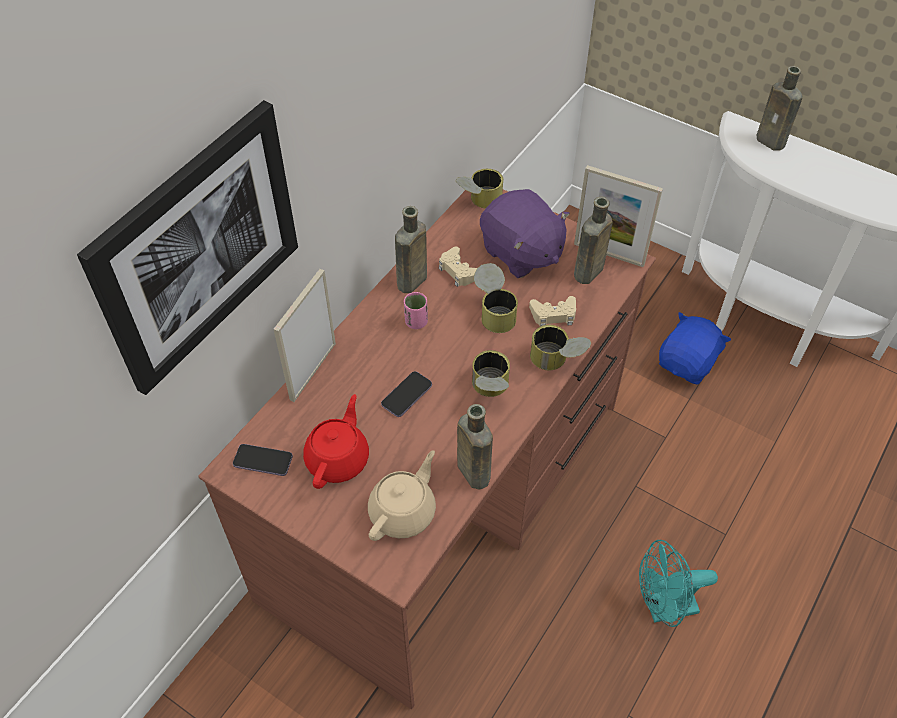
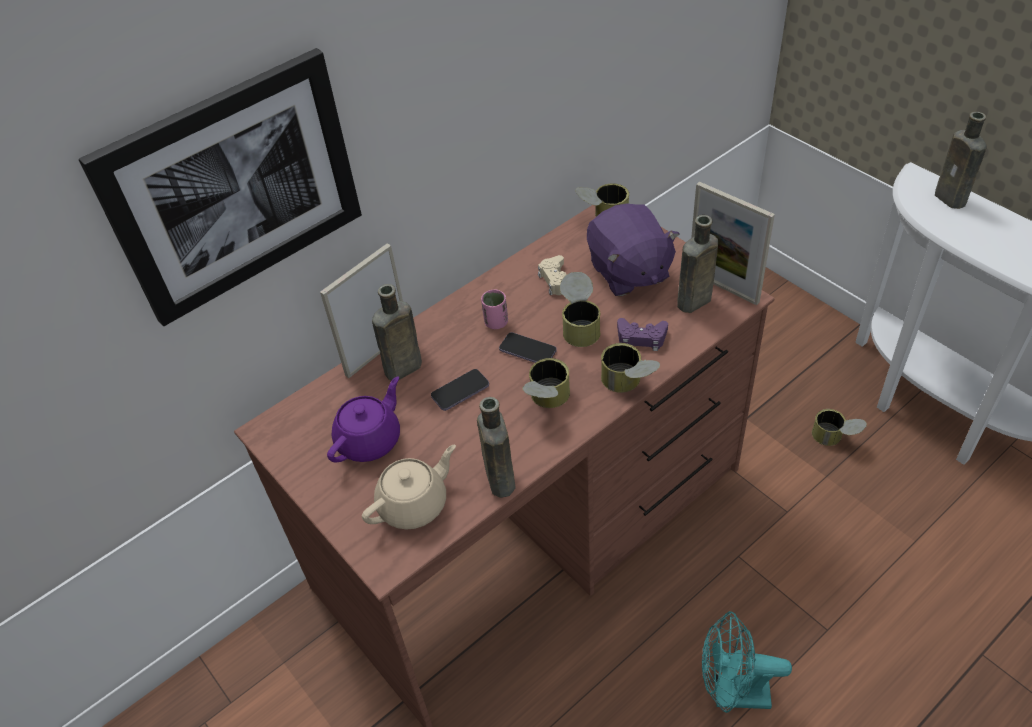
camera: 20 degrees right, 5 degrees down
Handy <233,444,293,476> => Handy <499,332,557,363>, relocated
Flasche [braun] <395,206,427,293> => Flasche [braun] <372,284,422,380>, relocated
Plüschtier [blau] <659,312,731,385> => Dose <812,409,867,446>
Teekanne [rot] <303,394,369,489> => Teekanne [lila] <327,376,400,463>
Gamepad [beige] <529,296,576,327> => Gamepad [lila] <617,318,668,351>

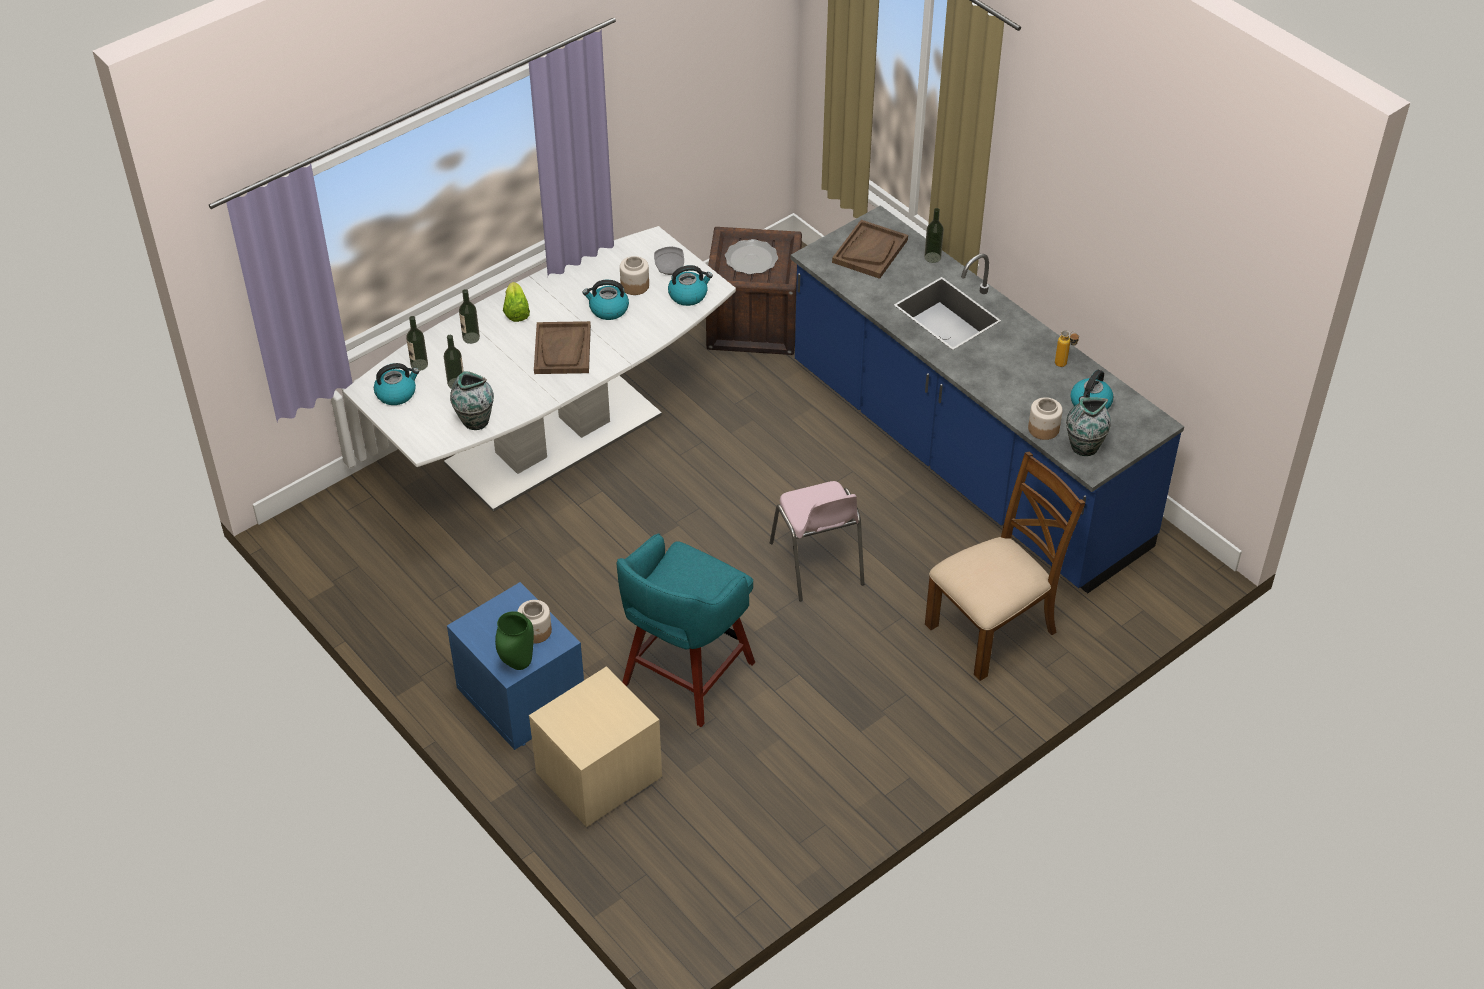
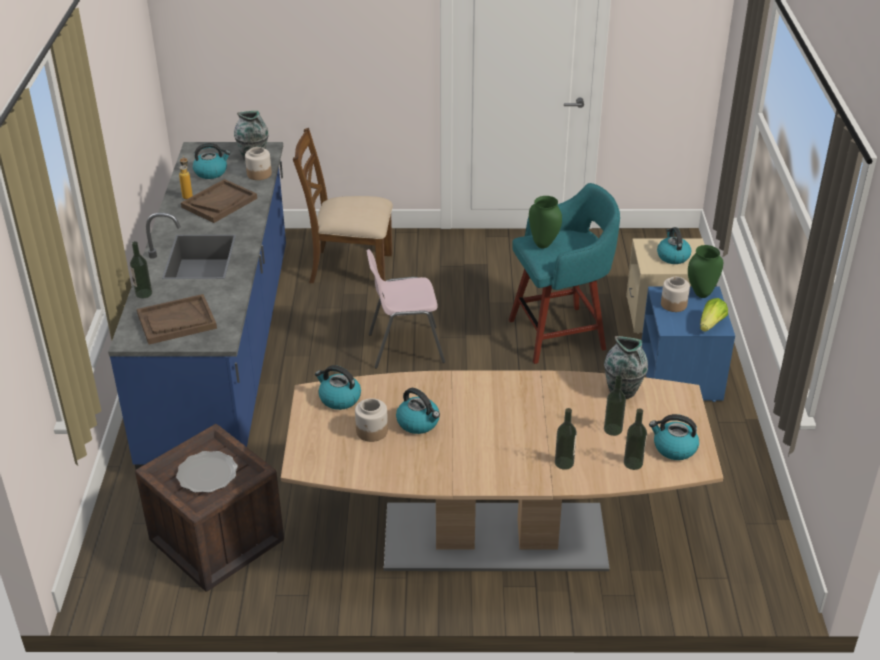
camera: 140 degrees left, 10 degrees down
Teller [grau] <654,247,684,275> => nothing
nothing => Vase [grün] <529,196,562,248>
nothing => Wasserkessel <657,227,691,264>
Salatkopf <503,282,530,322> => Salatkopf <700,298,728,332>, relocated
Tablett [braun] <534,321,591,374> => Tablett [braun] <181,179,257,223>, relocated
Esstisch [weiß] <343,226,736,512> => Esstisch [braun] <281,370,723,571>
Stuhl [rosa] <770,481,864,602> => Stuhl [rosa] <367,249,445,368>, 120 degrees counterclockwise

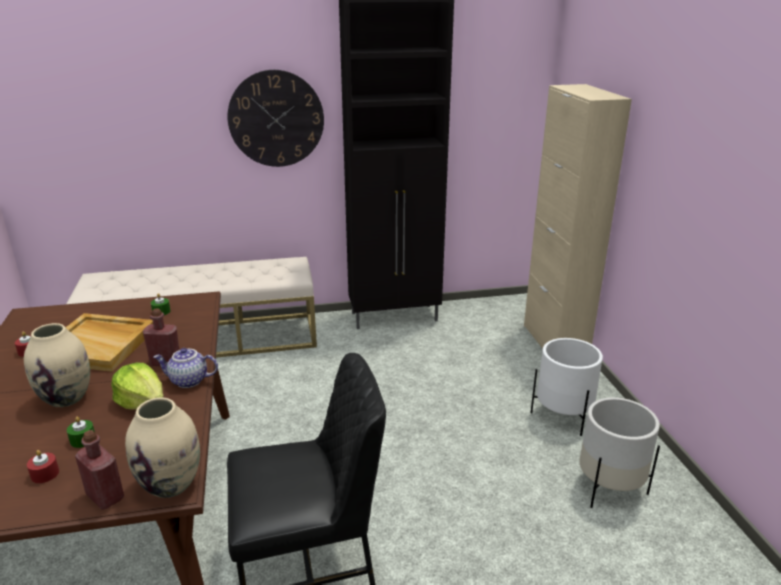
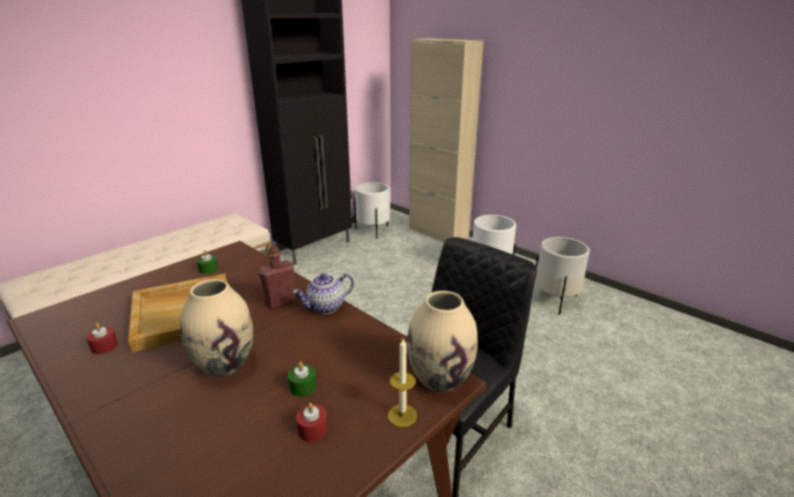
camera: 35 degrees left, 0 degrees up
Salatkopf <111,362,164,410> => nothing
Wanduhr <228,70,324,167> => nothing
nothing => Pflanzkübel [weiß] <354,183,390,239>
Flasche [rot] <75,430,124,509> => Kerze <388,339,417,427>

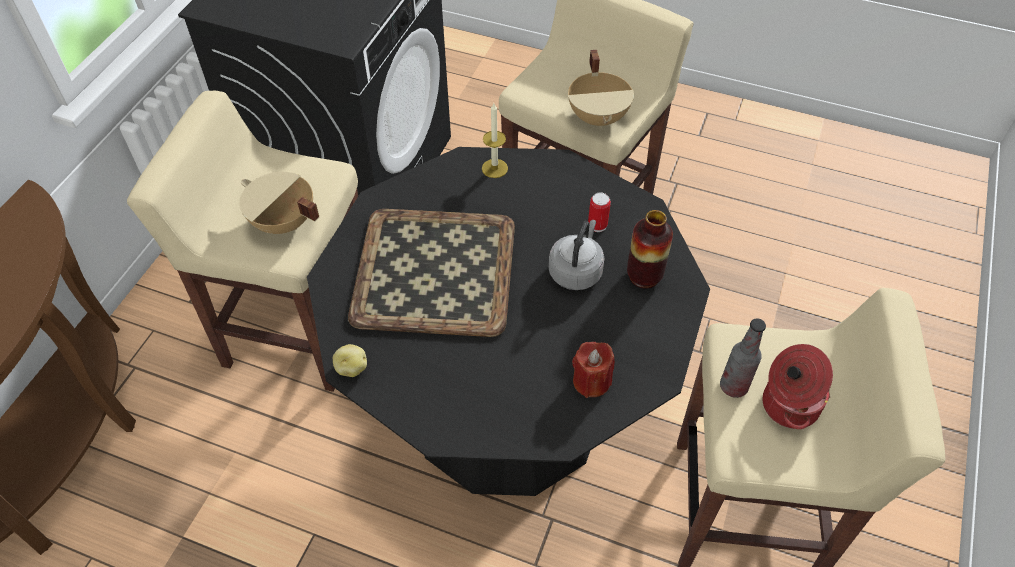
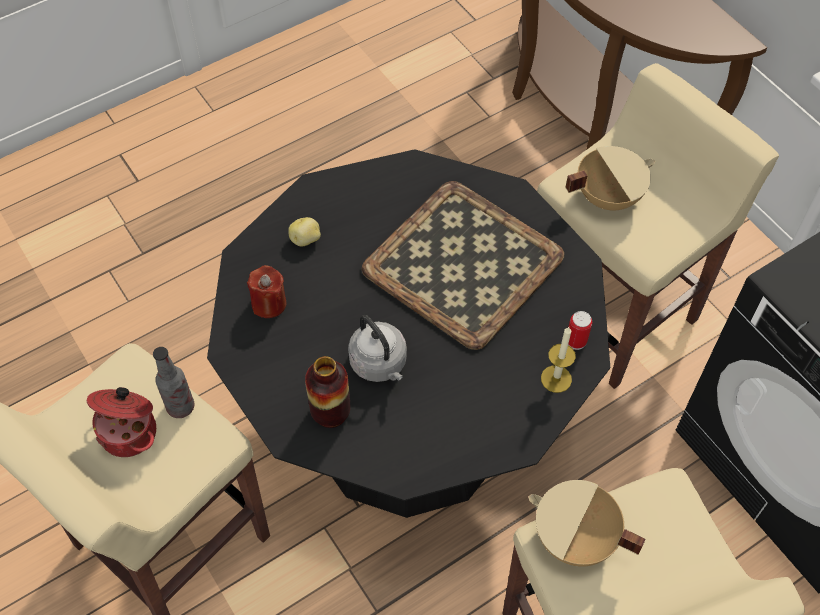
camera: 125 degrees right, 5 degrees up
Kartoffel <333,344,367,377> => Kartoffel <288,217,321,246>, relocated
Dose <588,192,611,232> => Dose <568,311,592,350>, relocated

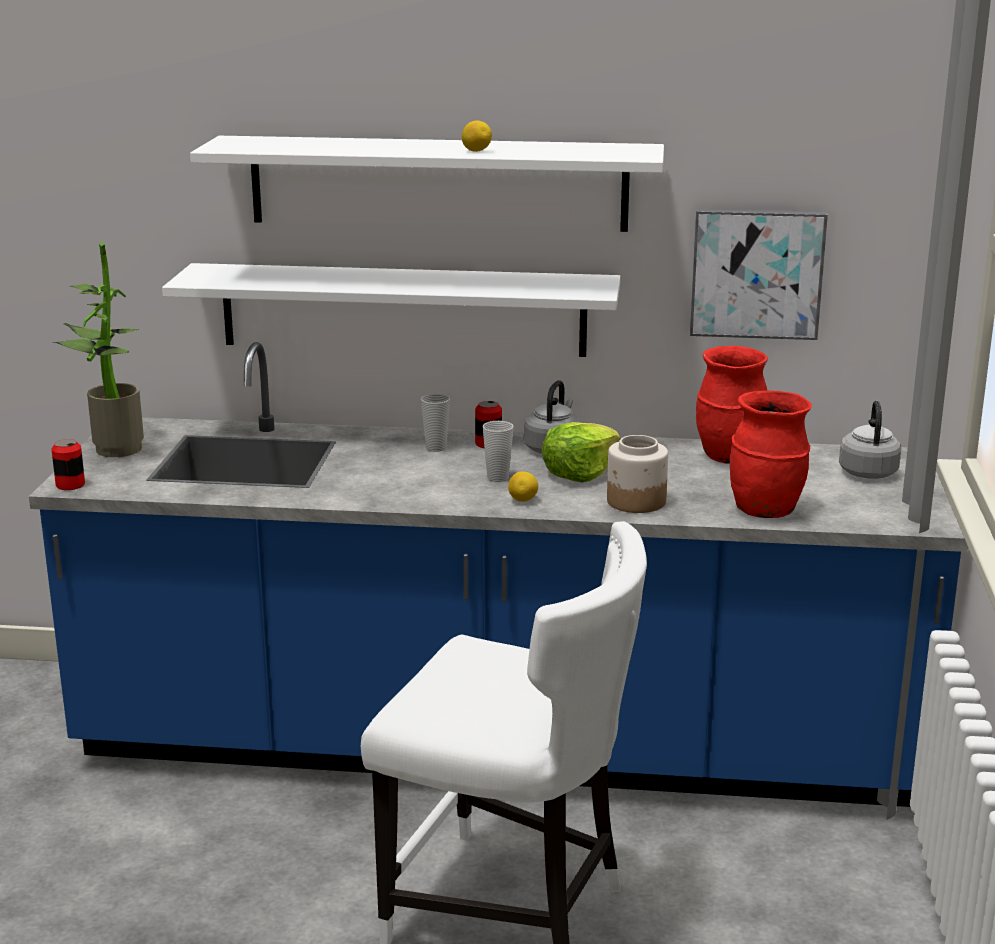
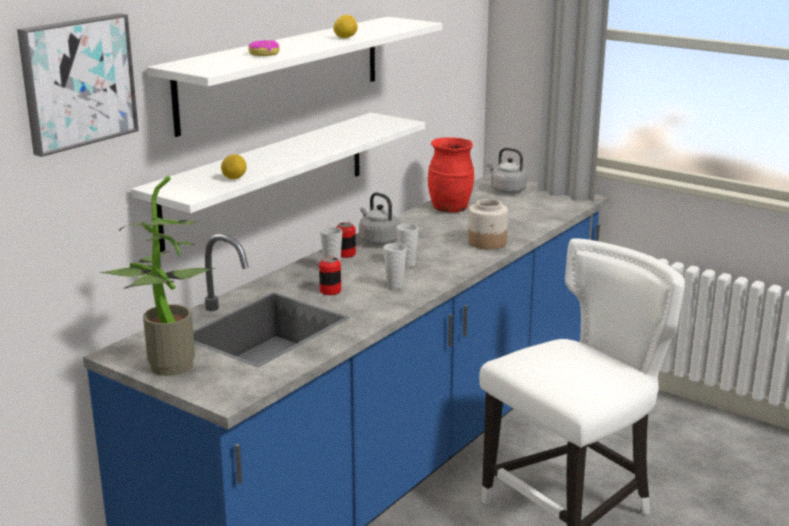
camera: 60 degrees left, 0 degrees up
Salatkopf <542,422,620,482> => nothing
Vase [rot] <730,390,812,518> => nothing
nothing => Donut <248,40,279,56>
nothing => Tasse <384,243,407,289>
Dose <51,439,85,490> => Dose <319,257,341,295>, relocated
Zitrone <508,471,538,502> => Zitrone <221,154,246,179>, relocated
Bild <690,209,828,340> => Bild <17,13,139,157>, relocated

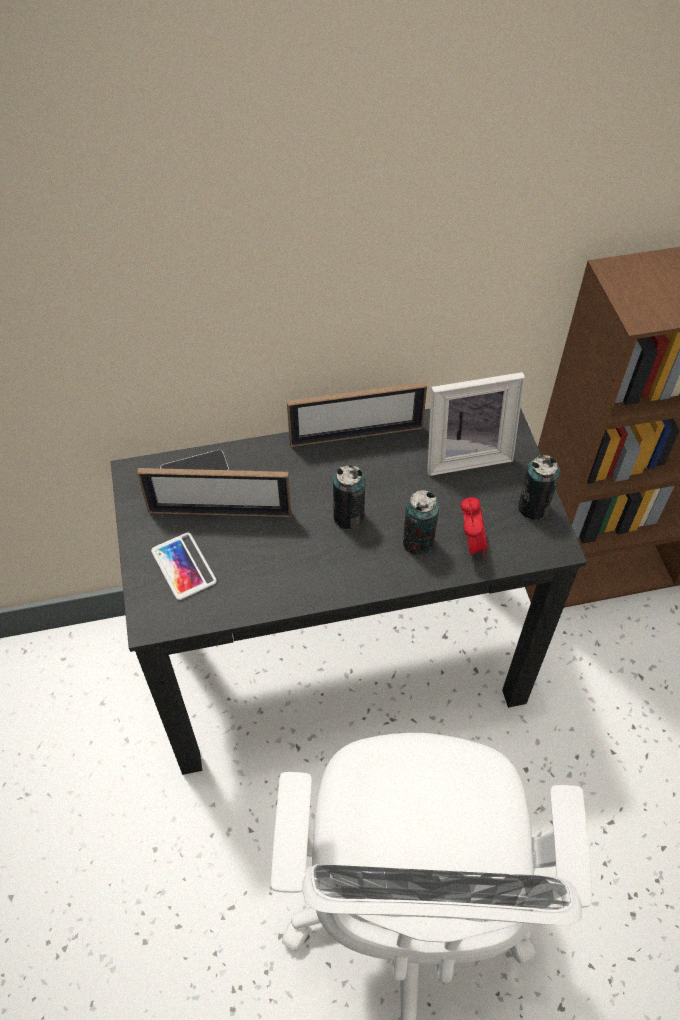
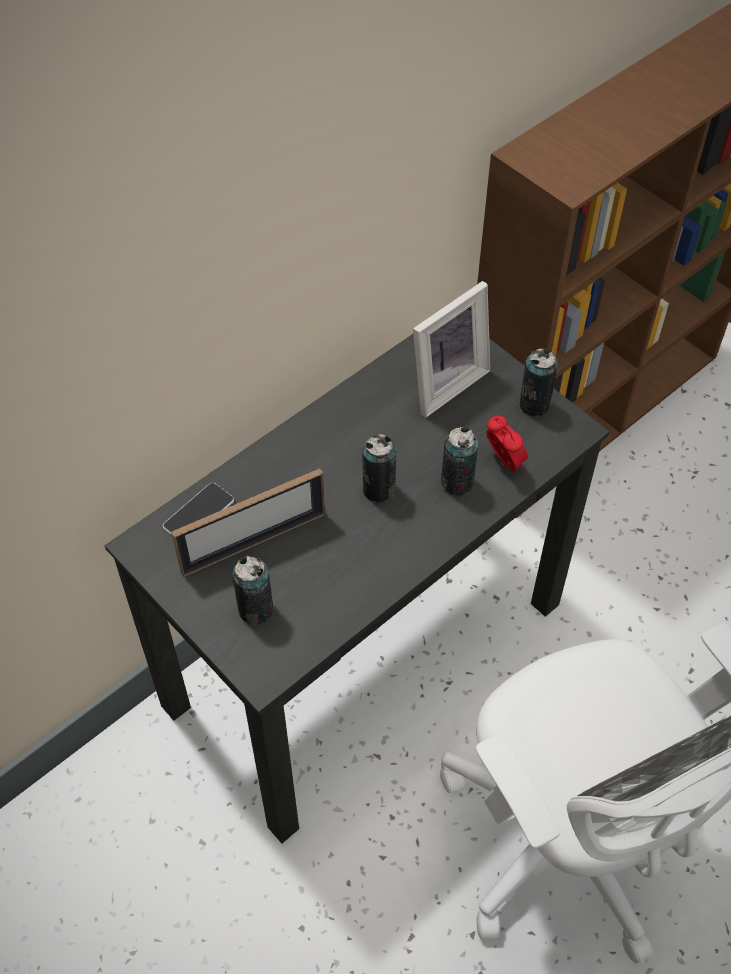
camera: 30 degrees left, 0 degrees up
Bilderrahmen <287,382,427,447> => nothing
Handy <151,533,217,600> => Dose <232,556,274,625>

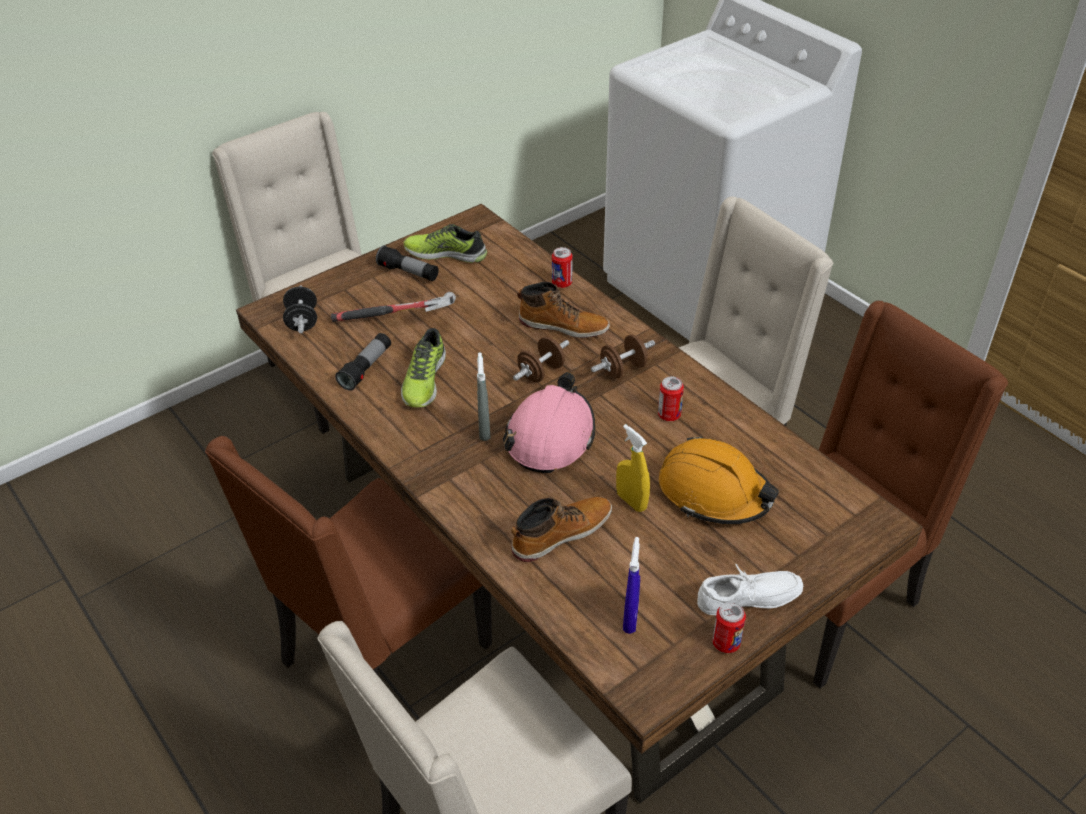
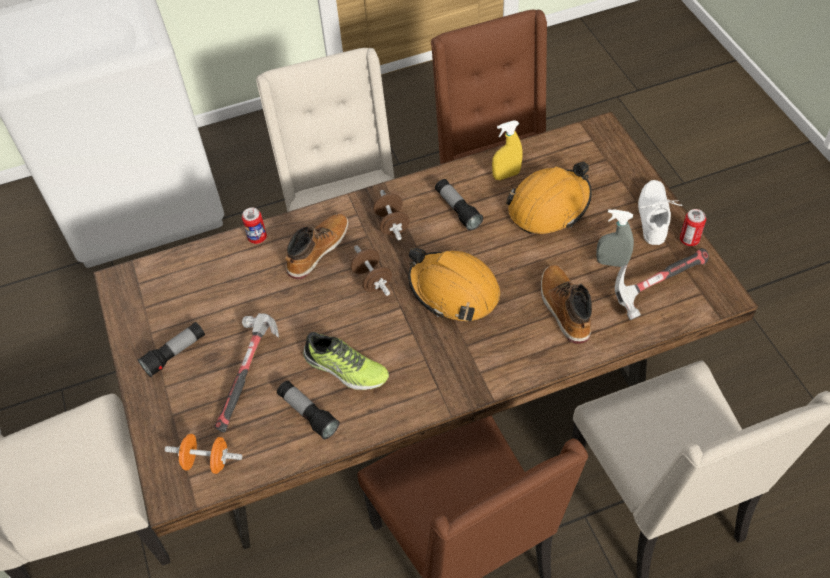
camera: 70 degrees left, 10 degrees up
Schuh <404,224,487,263> => nothing
Sprühflasche [grau] <477,352,490,441> => Sprühflasche [grau] <596,209,634,267>, relocated
Sprühflasche [gelb] <616,424,650,512> => Sprühflasche [gelb] <492,120,522,180>, relocated
Sprühflasche [blau] <623,537,640,634> => Hammer <615,248,709,320>
Dose <658,376,684,421> => Taschenlampe <435,179,483,230>
Hantel [schwarz] <283,285,317,333> => Hantel [orange] <165,434,242,474>
Schutzhelm [rosa] <503,372,596,473> => Schutzhelm [orange] <408,248,500,321>

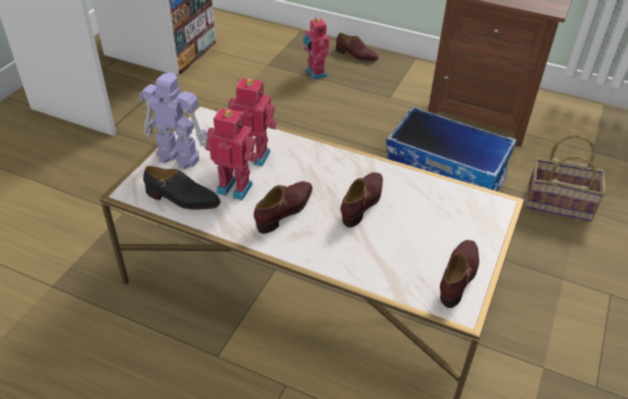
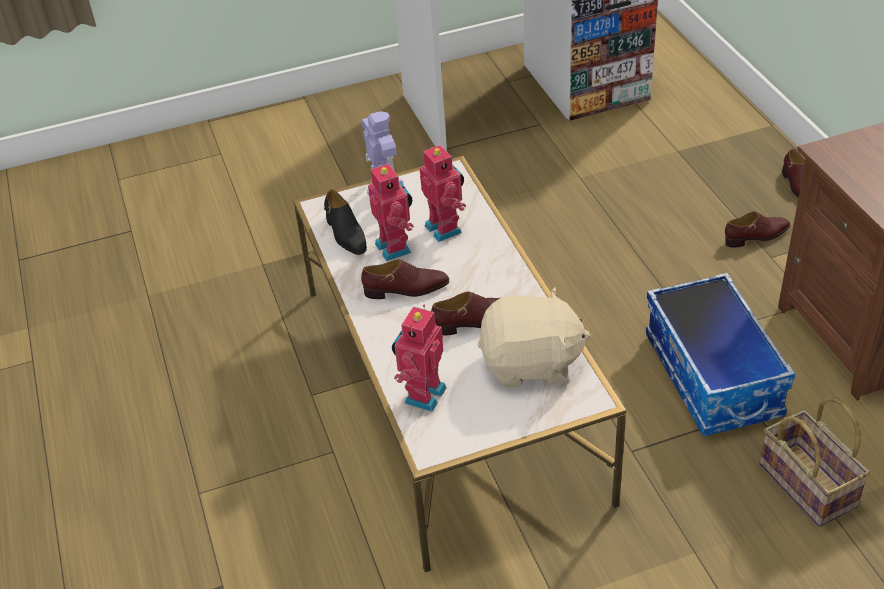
camera: 50 degrees right, 0 degrees up
nothing => Plüschtier [beige] <478,287,591,387>
Spielzeugroboter <303,16,329,79> => Spielzeugroboter <392,305,447,412>, relocated
Schuh [braun] <440,240,479,308> => Schuh [braun] <725,212,790,248>, relocated

